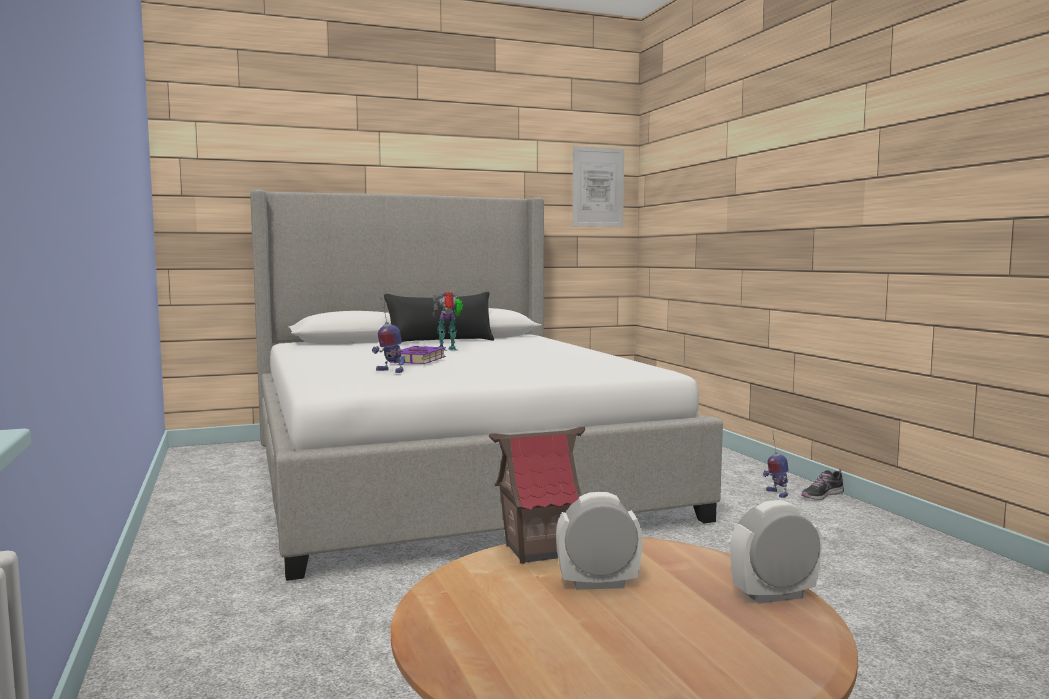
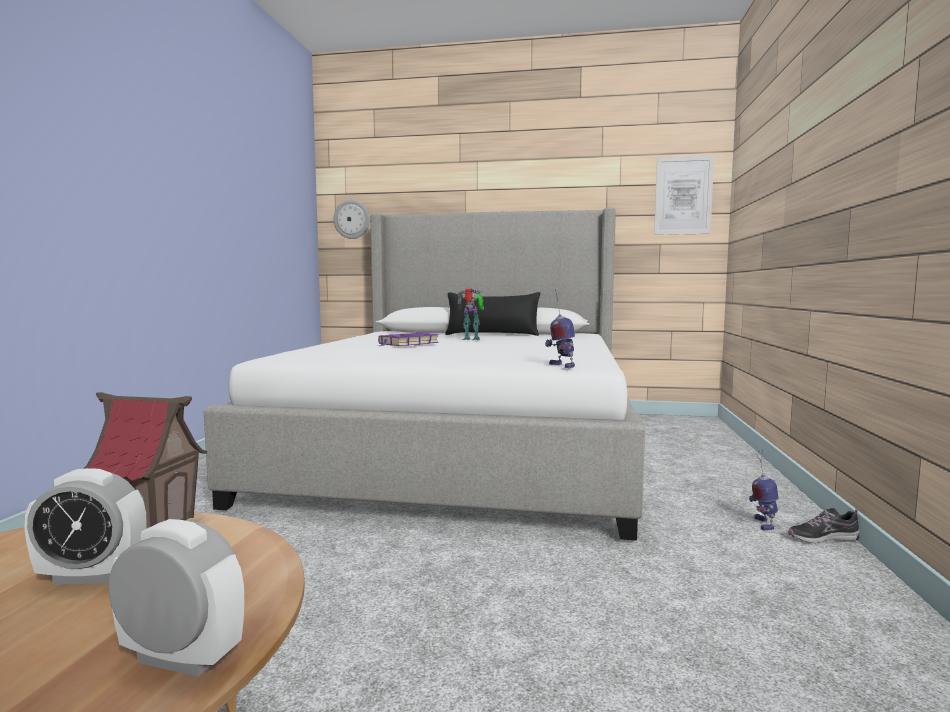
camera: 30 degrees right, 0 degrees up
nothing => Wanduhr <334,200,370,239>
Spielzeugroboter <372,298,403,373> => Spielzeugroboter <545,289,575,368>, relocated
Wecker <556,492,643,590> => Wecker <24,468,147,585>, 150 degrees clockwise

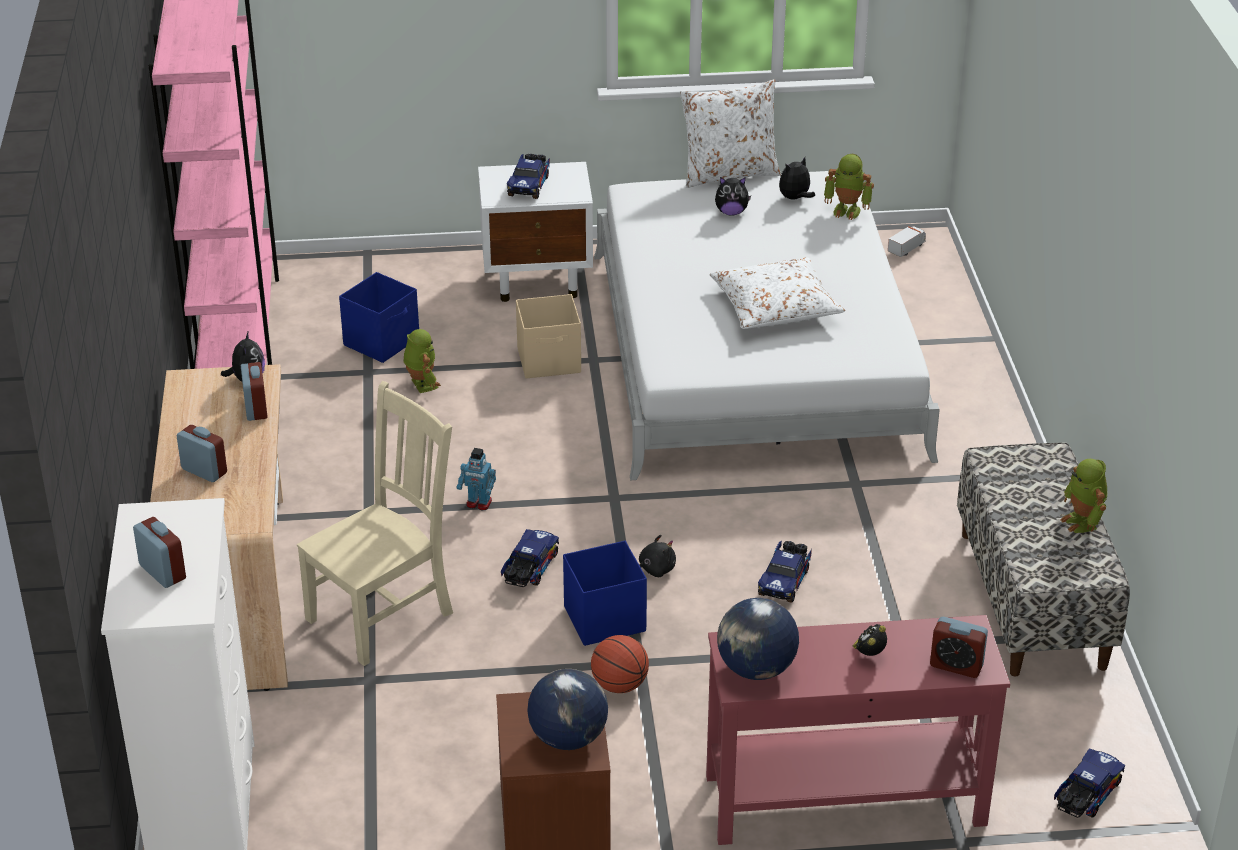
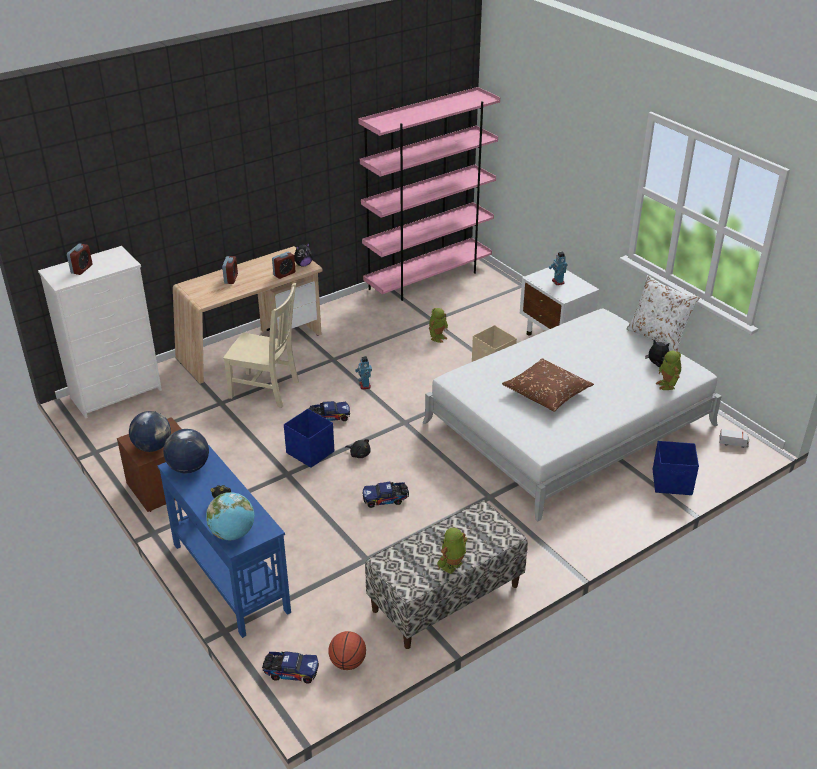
camera: 60 degrees right, 0 degrees up
Plüschtier <715,177,751,216> => nothing
Aufbewahrungsbox [blau] <339,272,419,363> => Aufbewahrungsbox [blau] <653,441,699,495>, relocated
Basketball <591,635,649,693> => Basketball <328,631,366,670>, relocated
Spielzeuglaster <507,154,550,199> => Spielzeugroboter <549,252,567,285>
Wecker <930,617,988,678> => Globus <206,492,254,541>
Konsolentisch [rot] <706,615,1010,845> => Konsolentisch [blau] <158,445,291,638>
Kissen [weiß] <710,257,845,329> => Kissen [braun] <502,358,594,412>

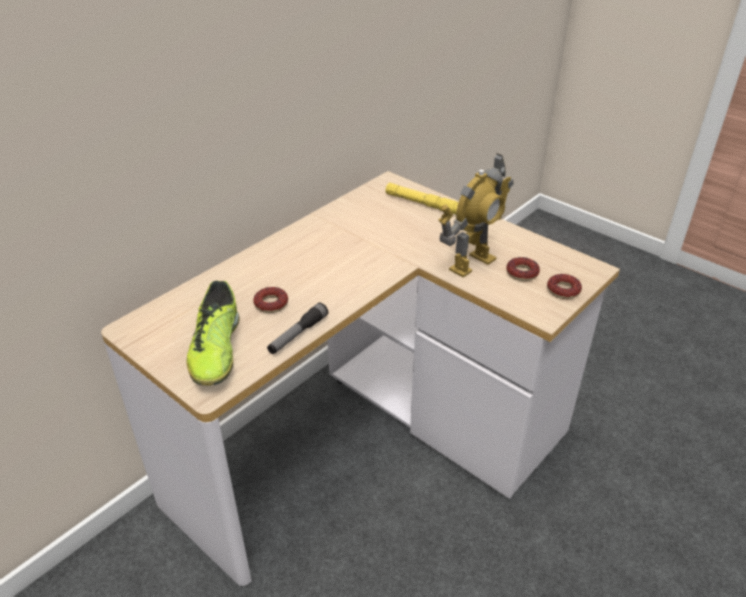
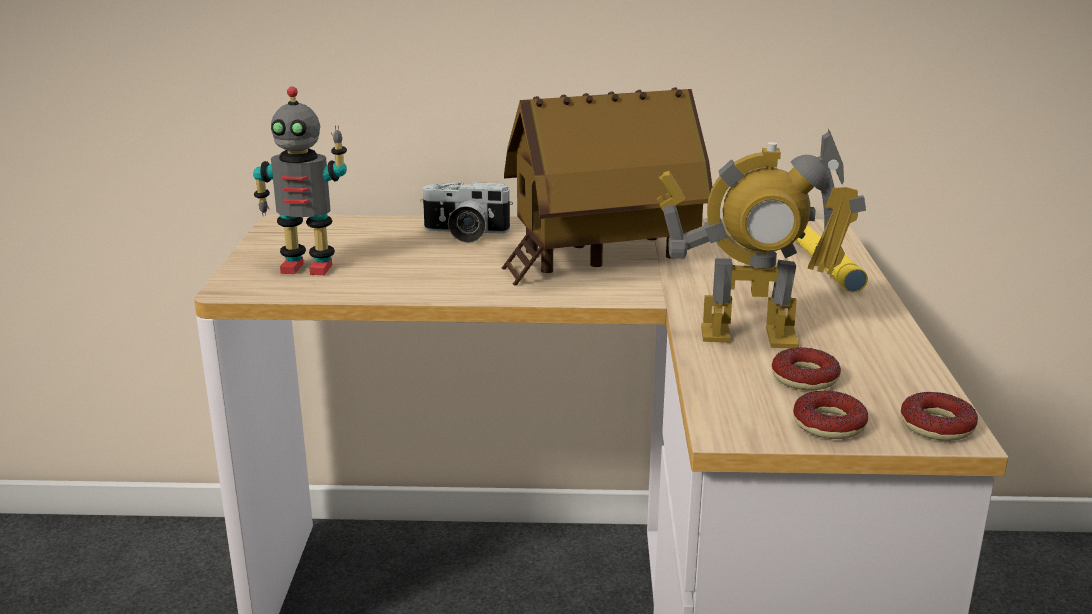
camera: 50 degrees right, 15 degrees down
Taschenlampe <267,303,328,354> => nothing
nothing => Kamera <420,182,513,243>
nothing => Spielzeughaus <502,87,713,286>
Donut <253,287,288,313> => Donut <901,392,978,441>, relocated
Schuh <187,281,239,385> => Spielzeugroboter <253,86,347,275>

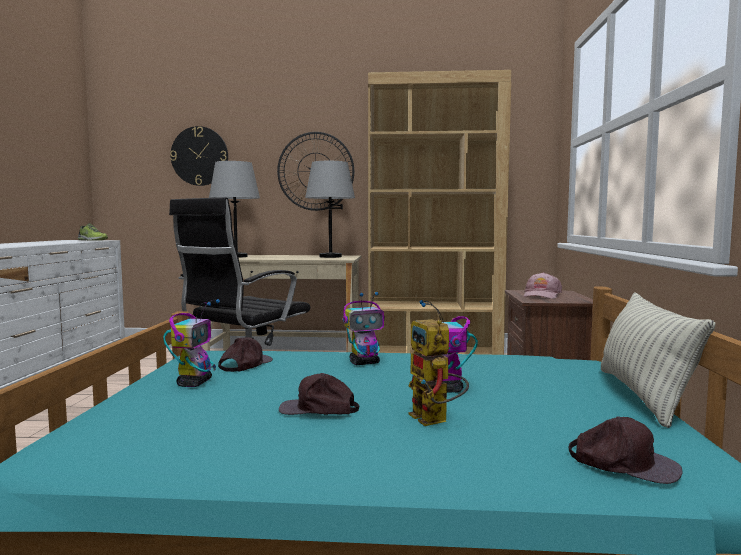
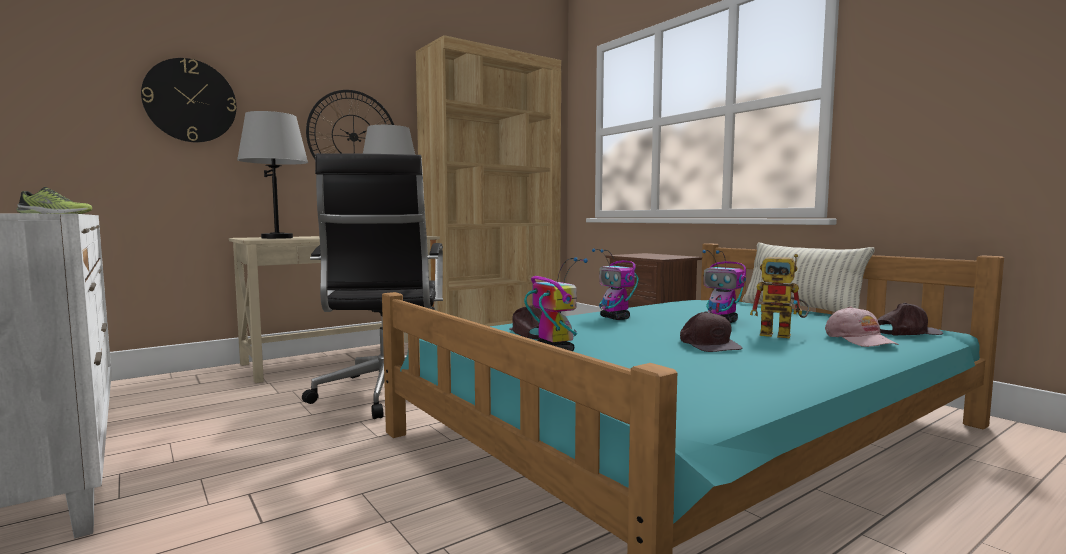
camera: 40 degrees left, 0 degrees up
Kappe [rosa] <524,272,562,299> => Kappe [rosa] <825,307,899,347>, relocated
Kappe [braun] <279,373,359,415> => Kappe [braun] <680,311,742,352>, 75 degrees counterclockwise
Spielzeugroboter <343,292,385,365> => Spielzeugroboter <592,249,639,320>, 120 degrees clockwise

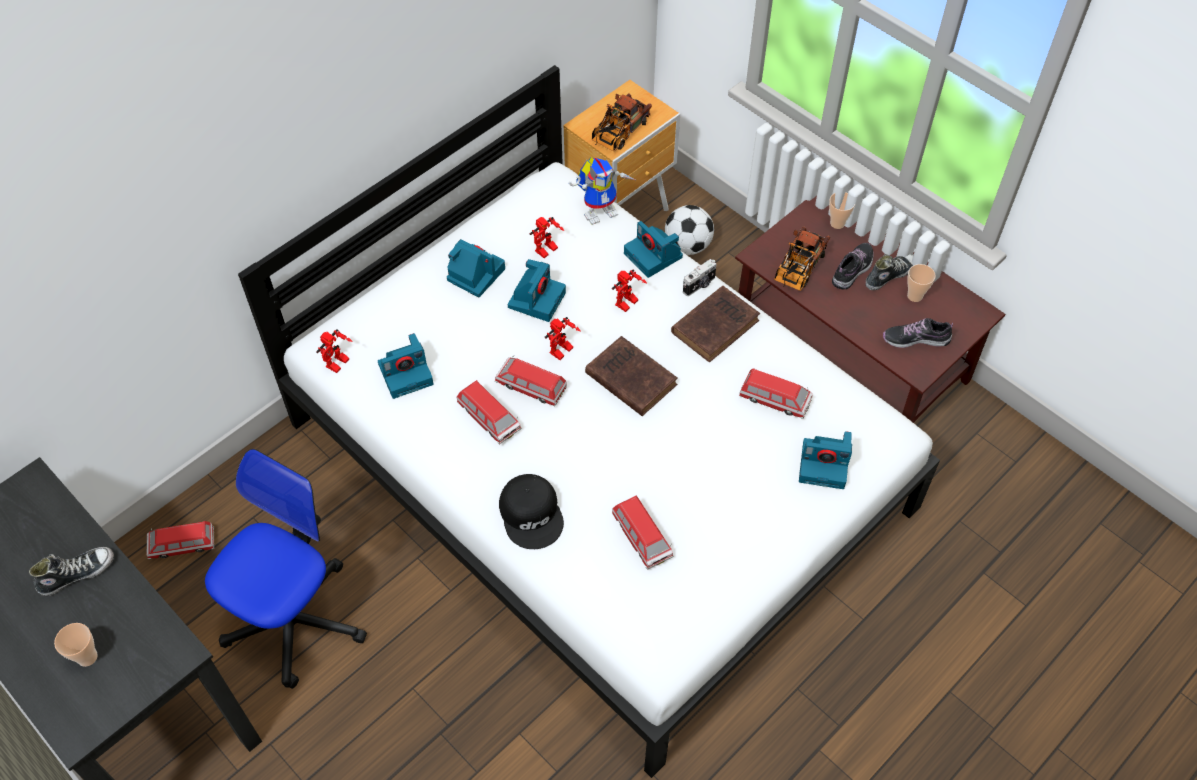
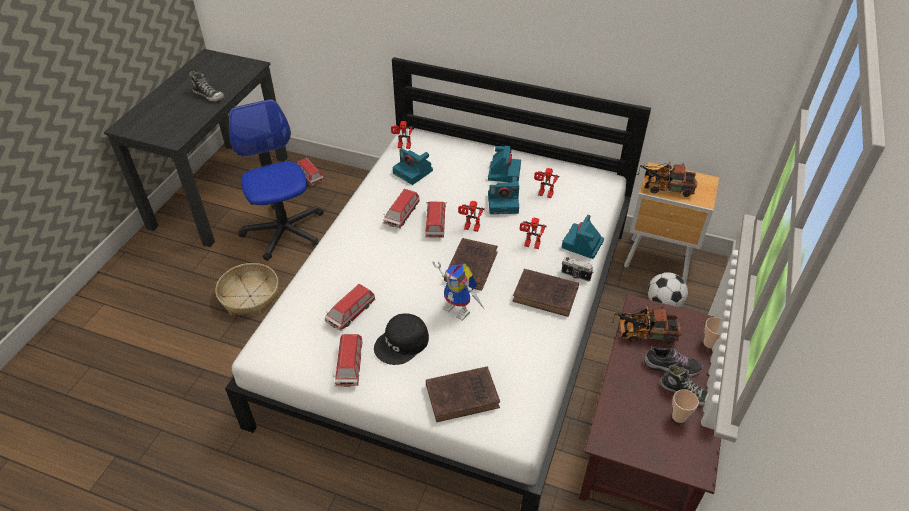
camera: 65 degrees right, 10 degrees down
Tasse <54,623,98,667> => nothing
Schuh <883,318,953,348> => nothing
nothing => Korb <215,263,279,315>
Kappe [schwarz] <499,474,564,549> => Kappe [schwarz] <374,313,429,365>, relocated
Spielzeugroboter <569,157,635,225> => Spielzeugroboter <432,261,484,320>, relocated
Spielzeugauto <739,368,813,419> => Spielzeugauto <334,334,363,387>, relocated
Kamera <799,431,852,489> => Buch [braun] <426,366,500,422>
Bürostuhl <205,449,367,689> => Bürostuhl <228,99,324,261>, 120 degrees counterclockwise

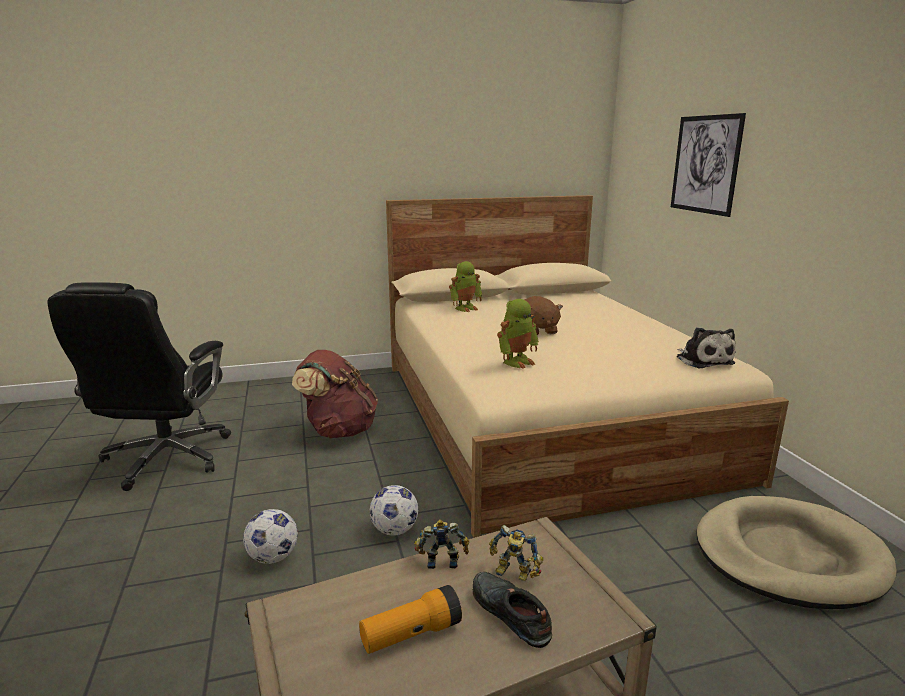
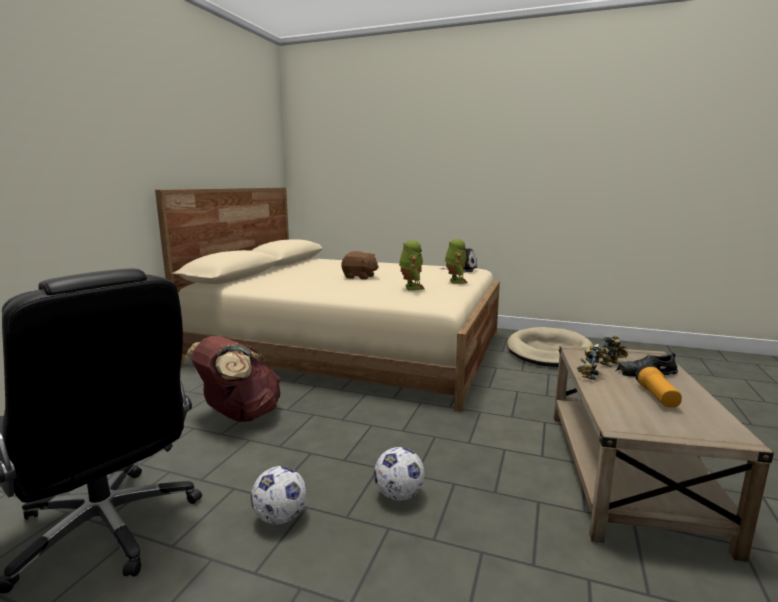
camera: 55 degrees left, 5 degrees down
Bild <671,113,746,217> => nothing
Fußball <369,485,418,535> => Fußball <251,466,307,525>, relocated
Spielzeugroboter <449,261,482,312> => Spielzeugroboter <445,239,468,284>, relocated

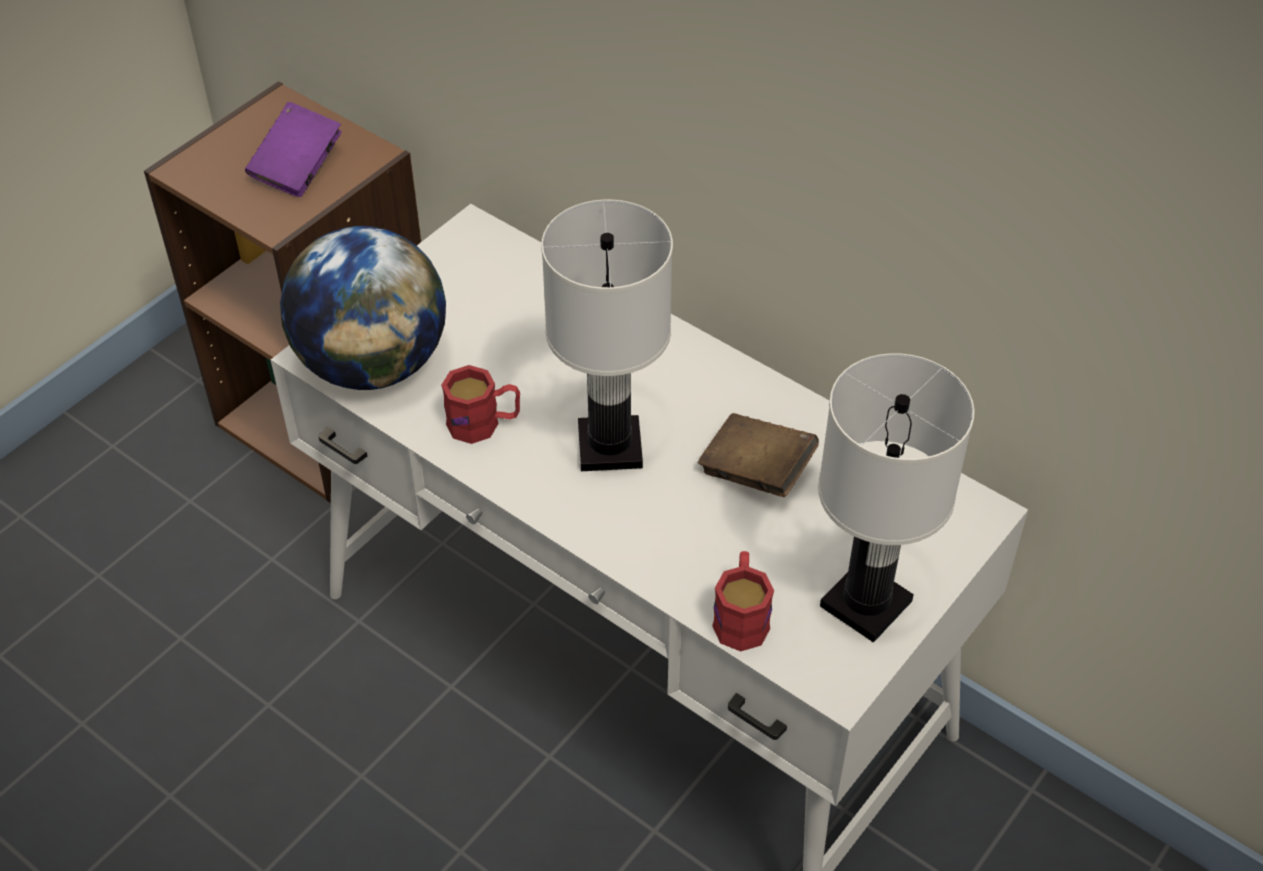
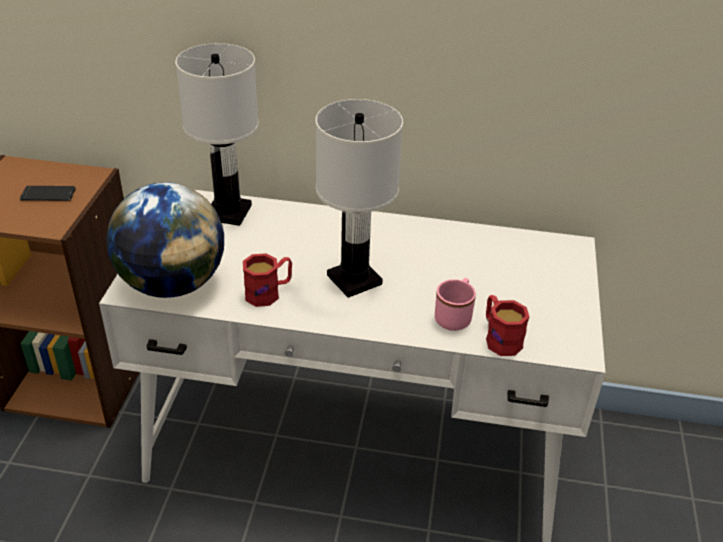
camera: 30 degrees left, 10 degrees down
Buch [braun] <698,413,819,497> => nothing
nothing => Henkelbecher [rosa] <435,278,476,331>
Tischlampe [weiß] <818,353,975,643> => Tischlampe [weiß] <175,43,259,226>, relocated
Buch [lila] <245,102,342,197> => Handy <20,186,76,201>

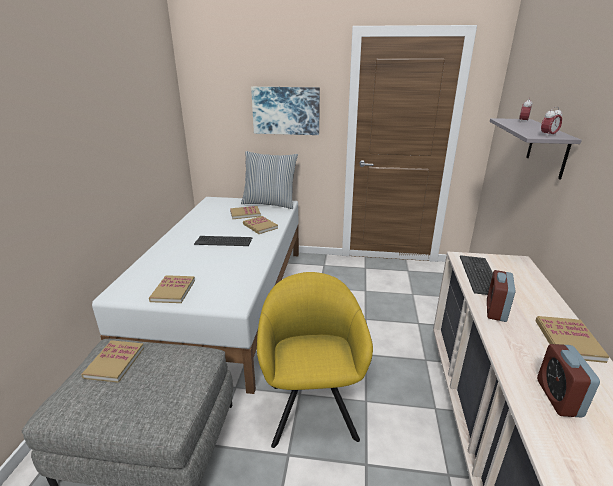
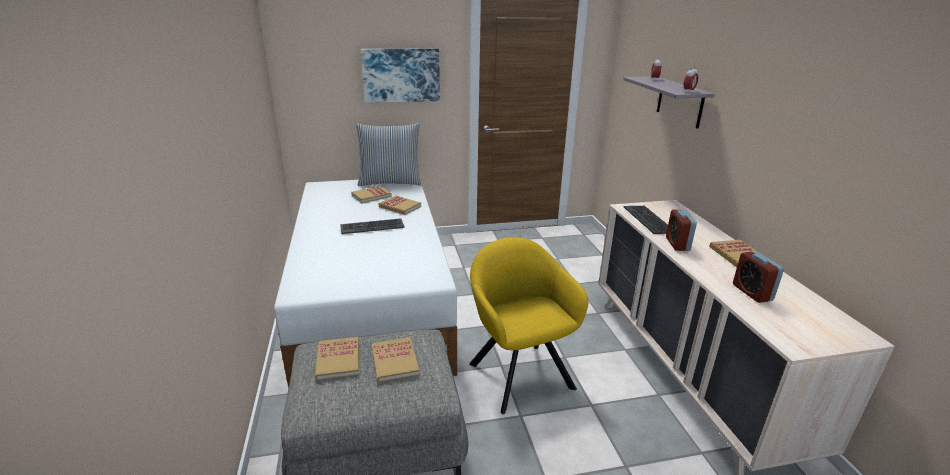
camera: 20 degrees left, 0 degrees up
Buch <149,275,195,303> => Buch <372,337,419,383>, relocated

